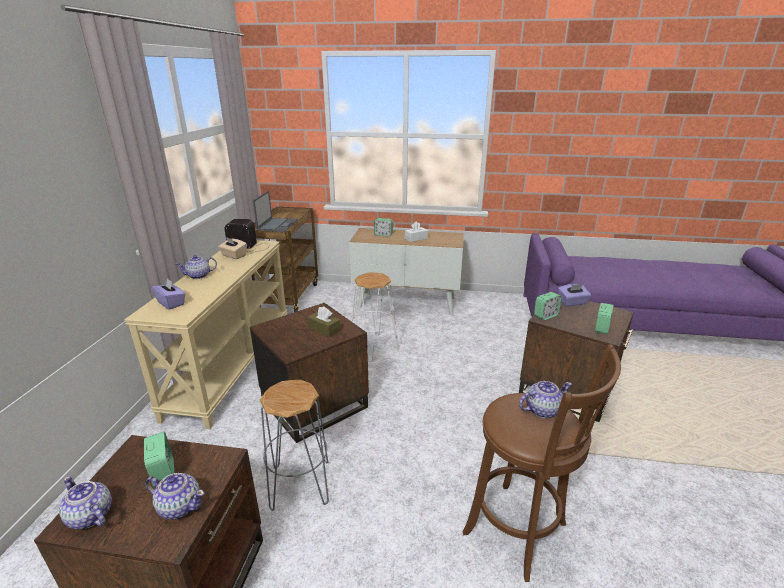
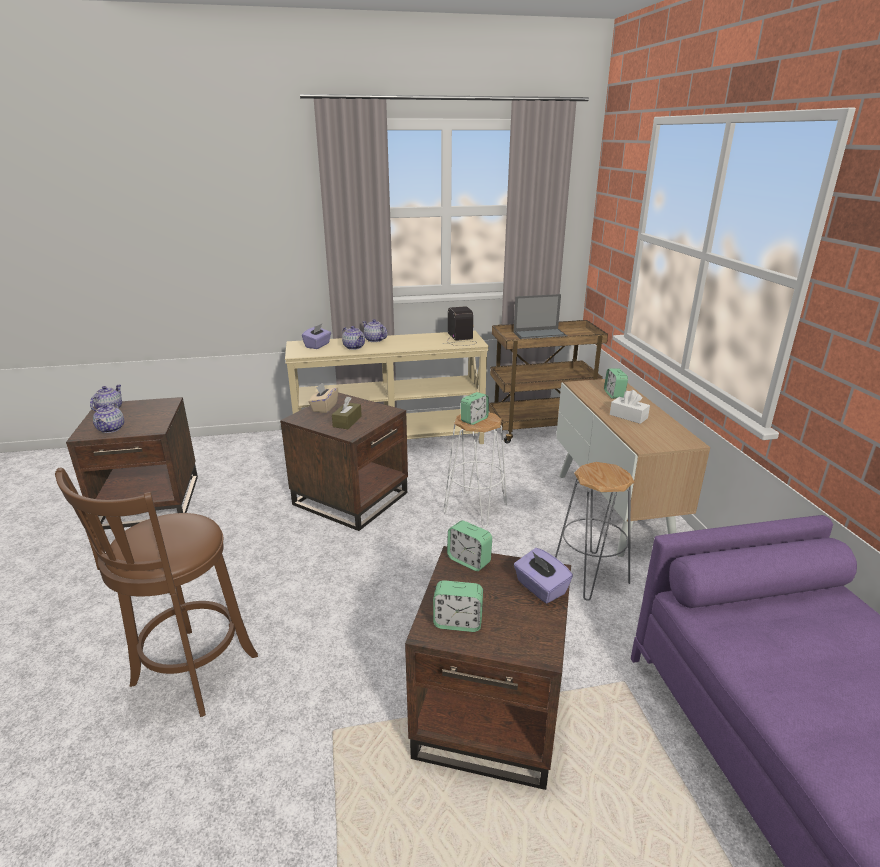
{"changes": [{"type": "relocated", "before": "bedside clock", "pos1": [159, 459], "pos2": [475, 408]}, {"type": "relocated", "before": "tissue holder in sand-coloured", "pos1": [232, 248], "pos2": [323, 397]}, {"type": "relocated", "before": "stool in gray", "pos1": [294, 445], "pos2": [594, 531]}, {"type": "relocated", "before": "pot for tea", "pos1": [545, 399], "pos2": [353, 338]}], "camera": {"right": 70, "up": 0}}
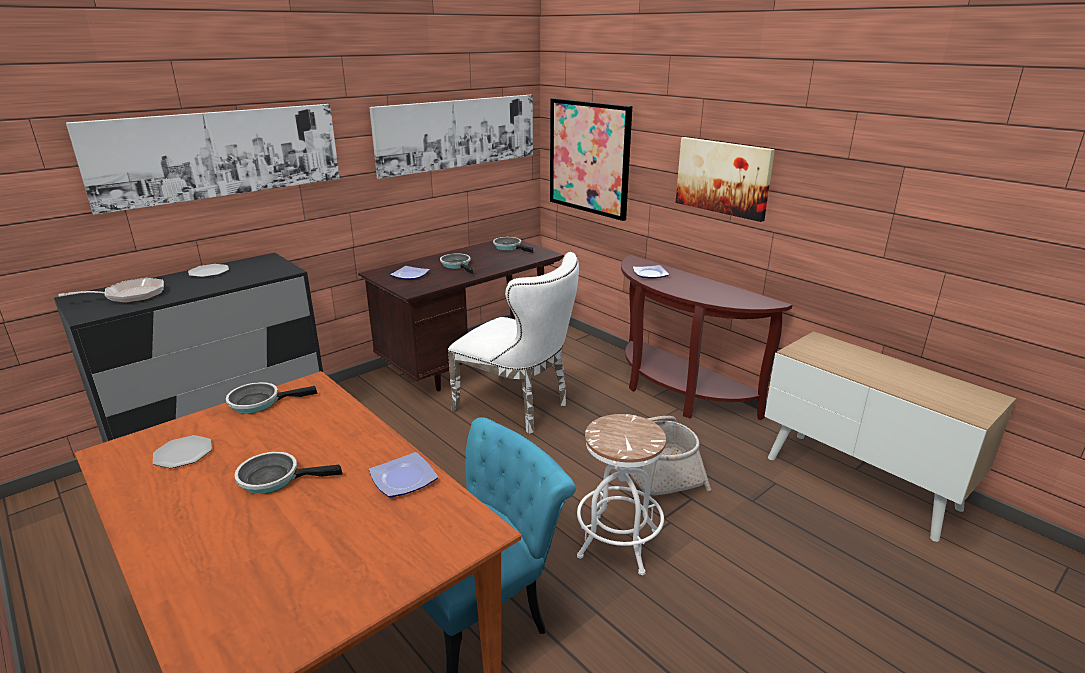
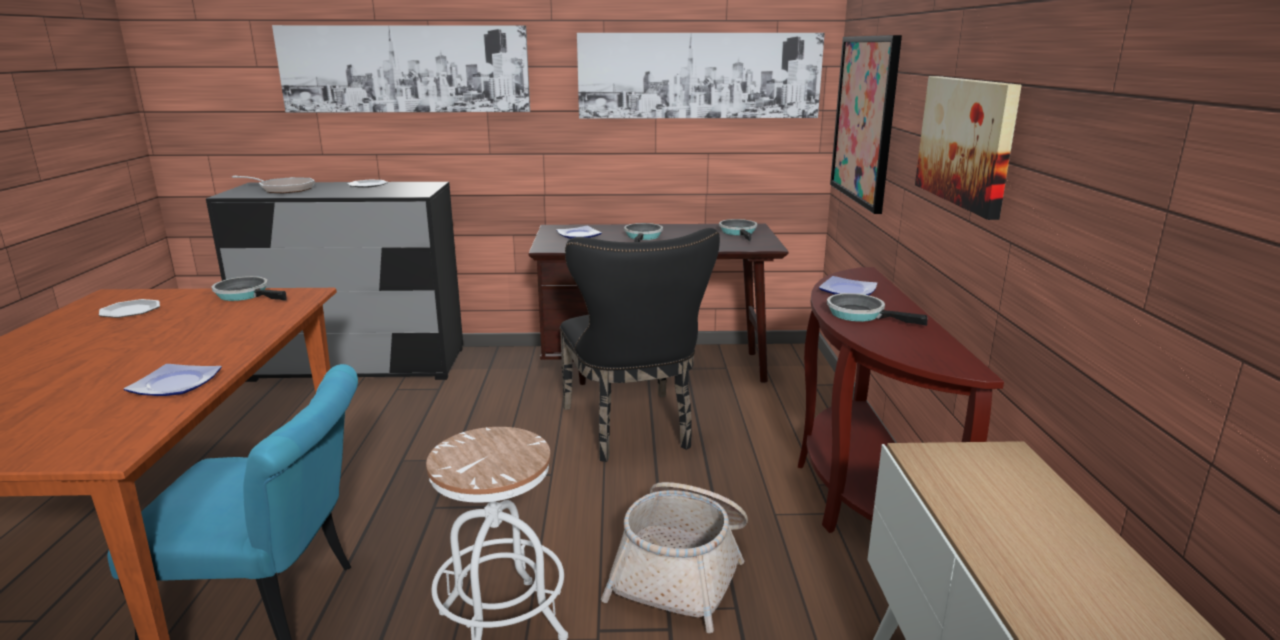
{"changes": [{"type": "relocated", "before": "pan", "pos1": [288, 473], "pos2": [877, 309]}, {"type": "colour", "before": "plain chair in white", "after": "plain chair in black", "pos1": [513, 343], "pos2": [640, 345]}], "camera": {"right": 40, "up": -5}}
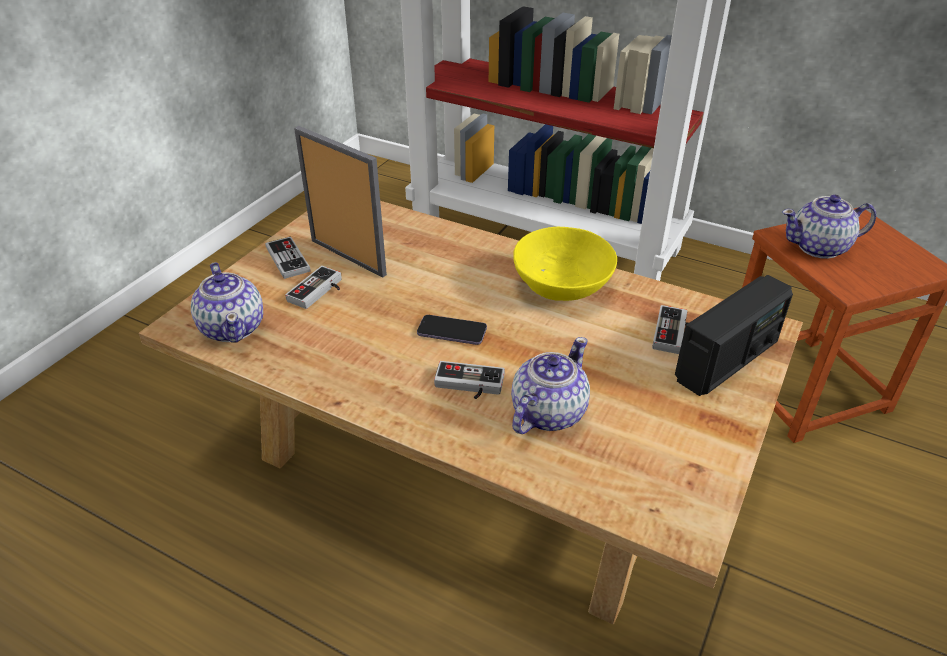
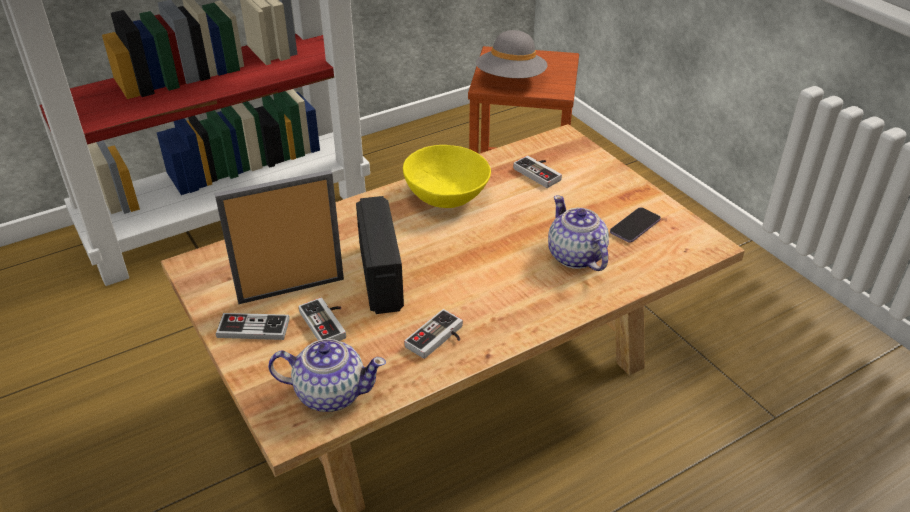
{"changes": [{"type": "relocated", "before": "phone", "pos1": [452, 330], "pos2": [635, 225]}, {"type": "relocated", "before": "joypad", "pos1": [469, 380], "pos2": [433, 334]}, {"type": "relocated", "before": "radio set", "pos1": [734, 335], "pos2": [380, 255]}, {"type": "exchanged", "before": "pot for tea", "after": "clothing hat in gray", "pos1": [829, 227], "pos2": [512, 54]}], "camera": {"right": -60, "up": 0}}
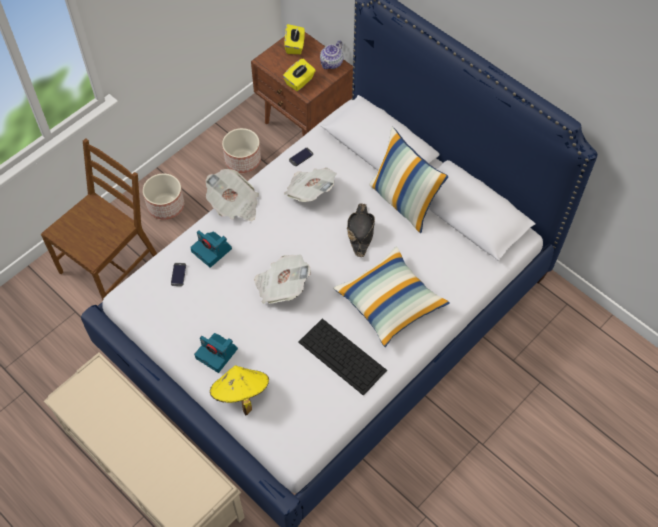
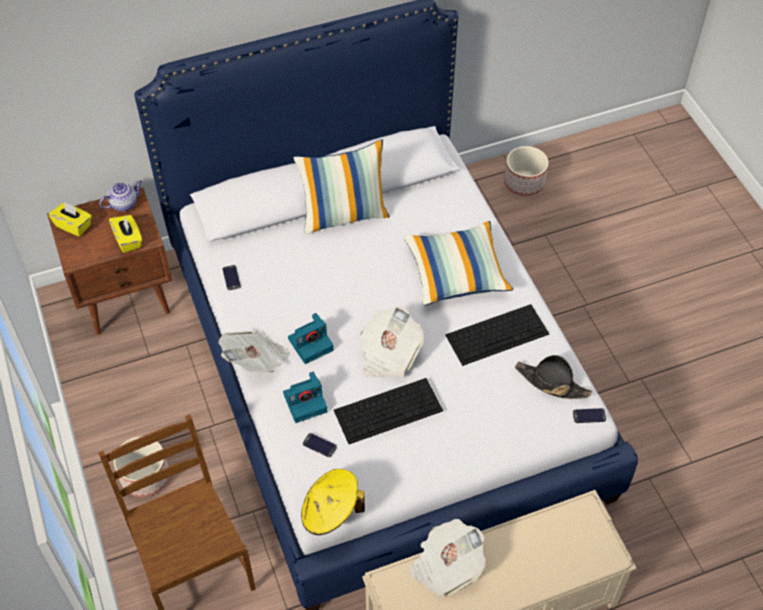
{"changes": [{"type": "appeared", "after": "computer keyboard", "pos2": [388, 411]}, {"type": "appeared", "after": "phone", "pos2": [589, 415]}, {"type": "relocated", "before": "still camera", "pos1": [216, 353], "pos2": [311, 338]}, {"type": "relocated", "before": "clothing hat in yellow-coloured", "pos1": [239, 390], "pos2": [333, 502]}, {"type": "relocated", "before": "flower pot", "pos1": [241, 150], "pos2": [526, 171]}, {"type": "relocated", "before": "daily paper", "pos1": [310, 185], "pos2": [447, 558]}, {"type": "relocated", "before": "clothing hat in black", "pos1": [361, 230], "pos2": [553, 377]}, {"type": "spun", "before": "pot for tea", "pos1": [332, 54], "pos2": [120, 196], "turn": -90}], "camera": {"right": -65, "up": -5}}
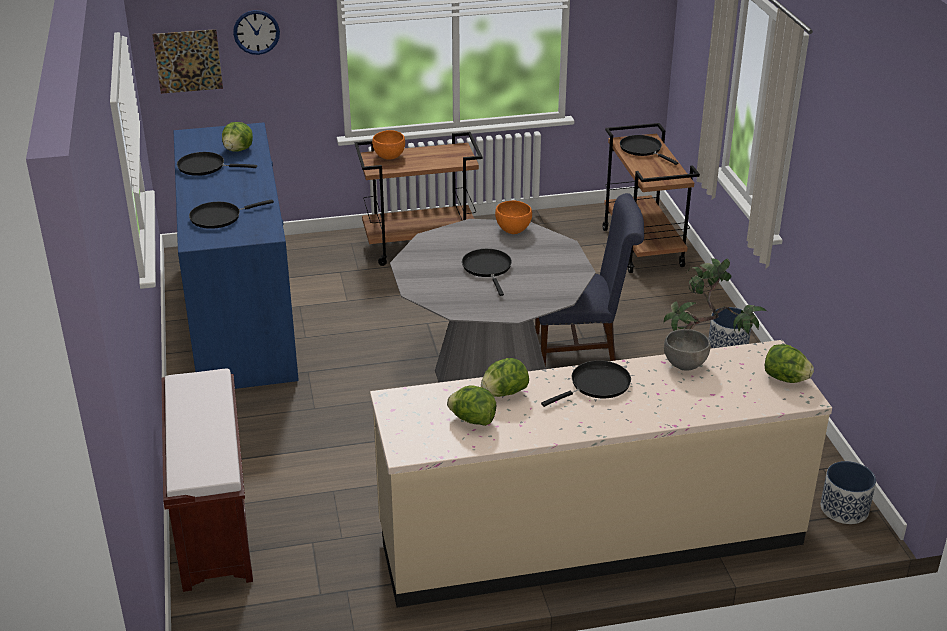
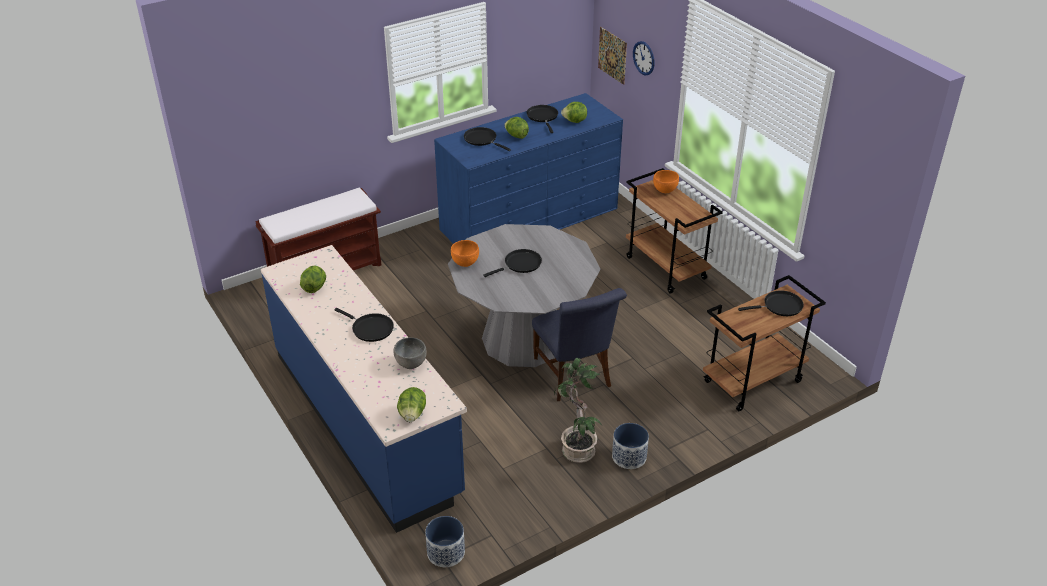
{"changes": [{"type": "relocated", "before": "lettuce head", "pos1": [505, 377], "pos2": [516, 128]}, {"type": "relocated", "before": "bowl in orange-coloured", "pos1": [513, 217], "pos2": [465, 253]}, {"type": "colour", "before": "kitchen counter in sand-coloured", "after": "kitchen counter in blue-coloured", "pos1": [601, 474], "pos2": [364, 389]}, {"type": "spun", "before": "pan in black", "pos1": [649, 150], "pos2": [771, 303], "turn": 45}], "camera": {"right": 70, "up": 5}}
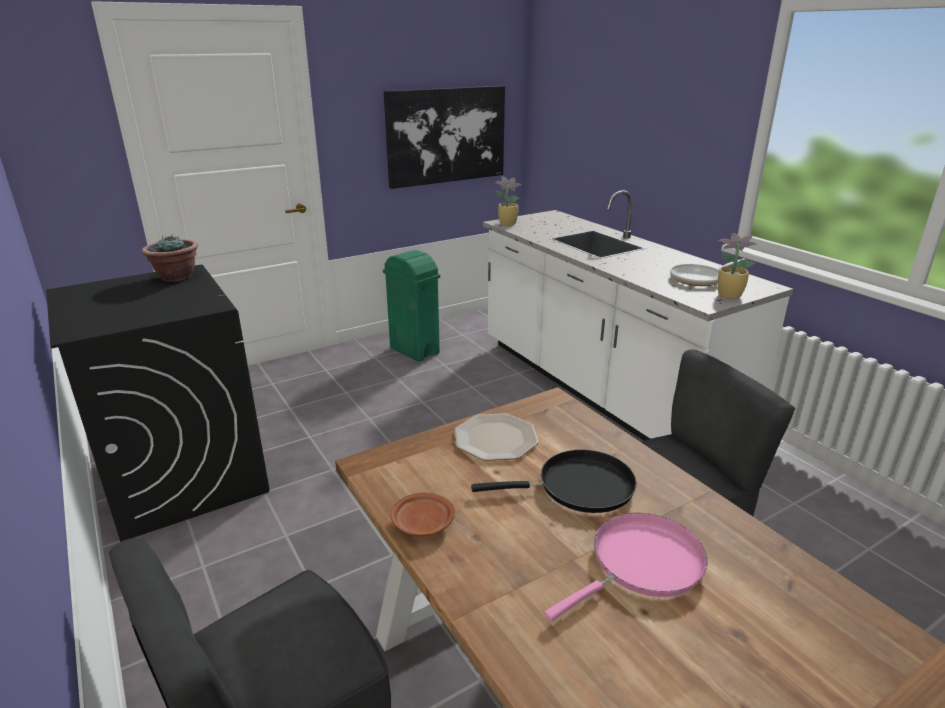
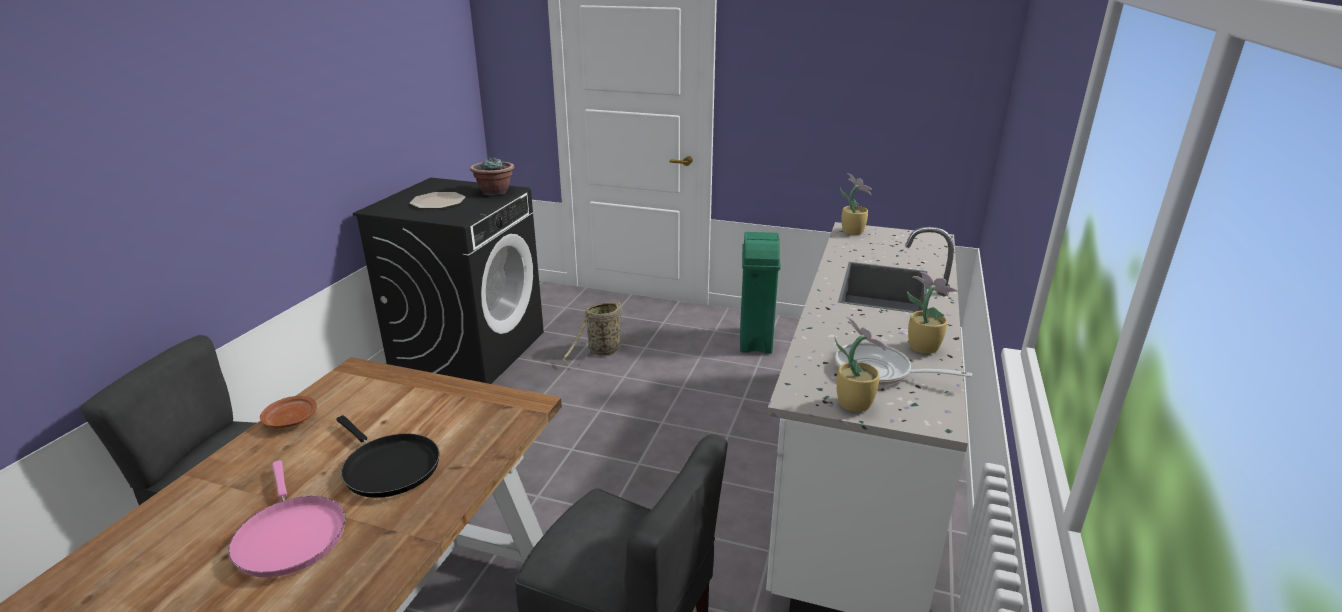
{"changes": [{"type": "missing", "before": "picture", "pos1": [444, 137]}, {"type": "appeared", "after": "storage basket", "pos2": [597, 333]}, {"type": "appeared", "after": "houseplant", "pos2": [933, 313]}, {"type": "relocated", "before": "dinner plate", "pos1": [496, 437], "pos2": [437, 200]}, {"type": "spun", "before": "pan in pinkish", "pos1": [626, 567], "pos2": [287, 518], "turn": 45}], "camera": {"right": 50, "up": 0}}
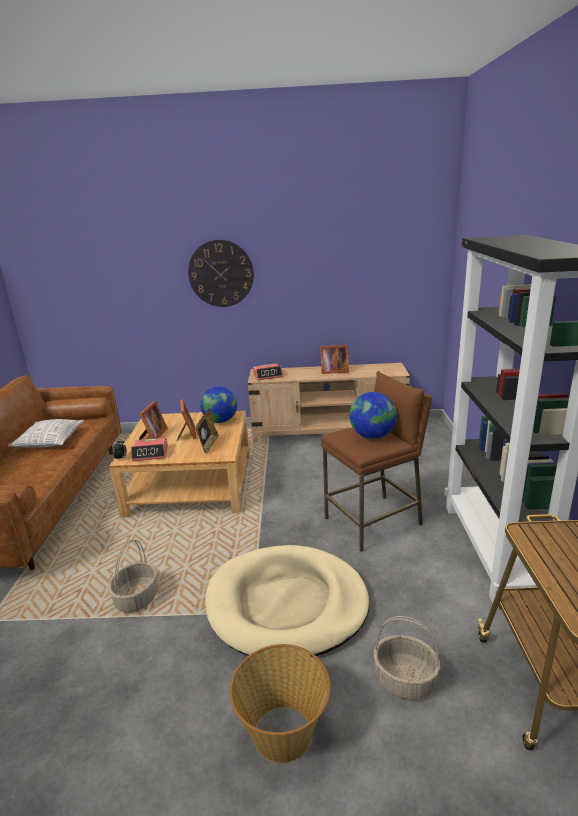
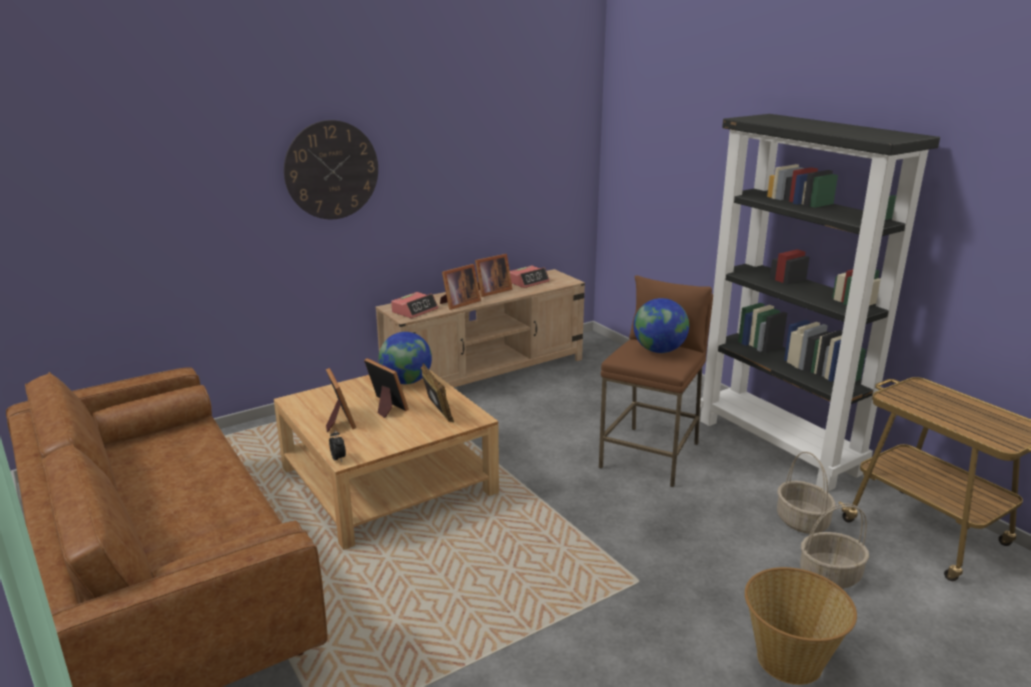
{"changes": [{"type": "missing", "before": "pillow", "pos1": [46, 433]}, {"type": "missing", "before": "dog cushion in sand-coloured", "pos1": [287, 600]}, {"type": "appeared", "after": "standing frame", "pos2": [460, 287]}, {"type": "relocated", "before": "storage basket", "pos1": [133, 576], "pos2": [806, 493]}, {"type": "relocated", "before": "bedside clock", "pos1": [149, 449], "pos2": [530, 277]}], "camera": {"right": -35, "up": 0}}
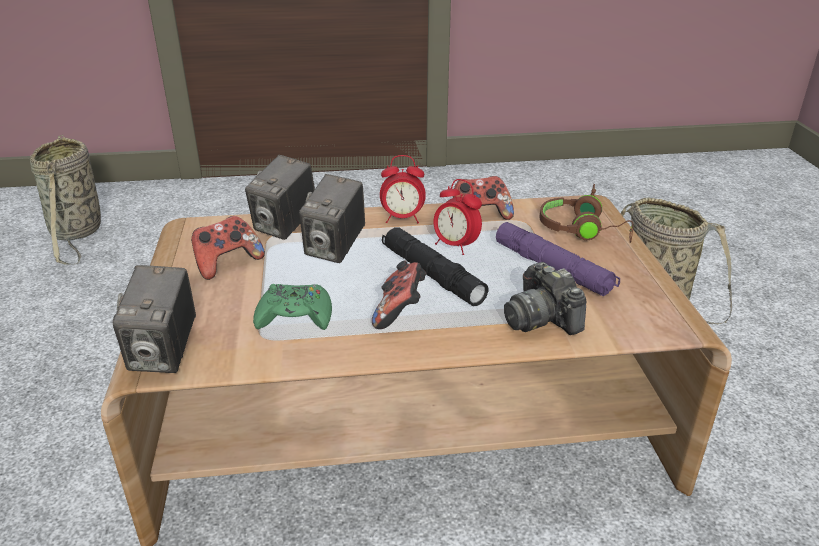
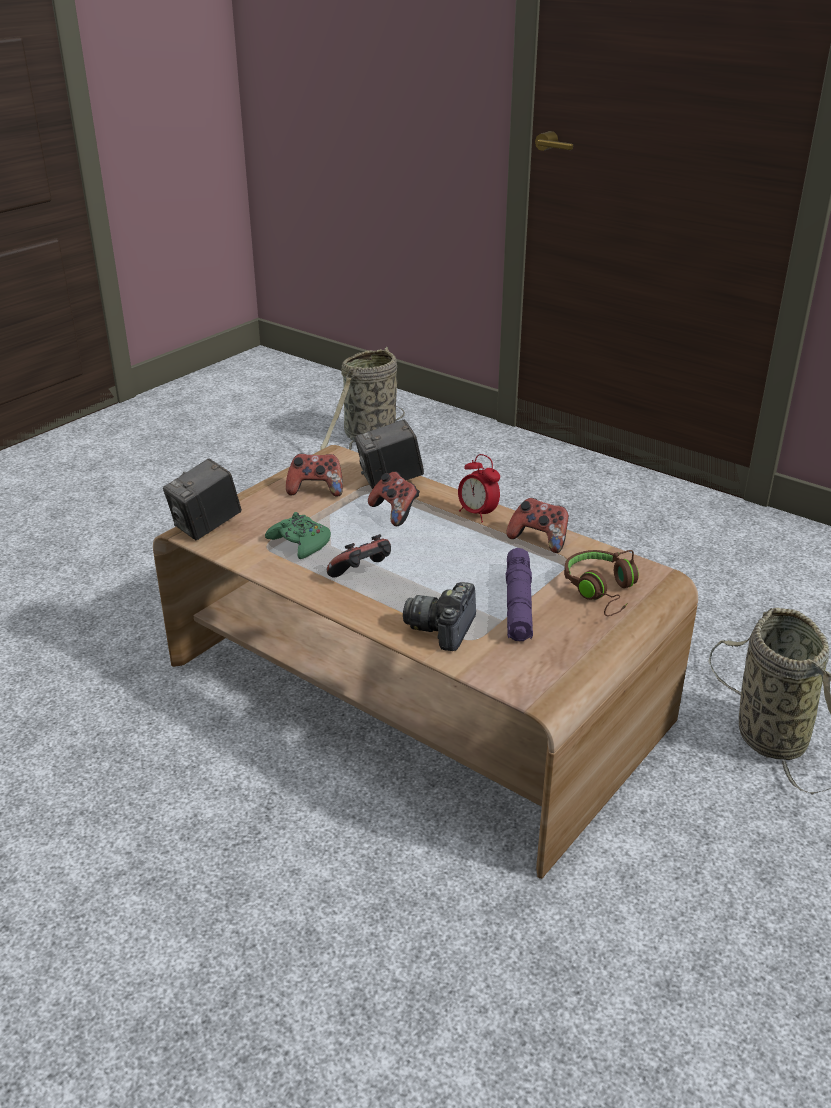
{"changes": [{"type": "missing", "before": "torch in black", "pos1": [435, 266]}, {"type": "missing", "before": "bedside clock", "pos1": [458, 217]}, {"type": "exchanged", "before": "still camera", "after": "joypad", "pos1": [332, 218], "pos2": [394, 499]}], "camera": {"right": 45, "up": 0}}
